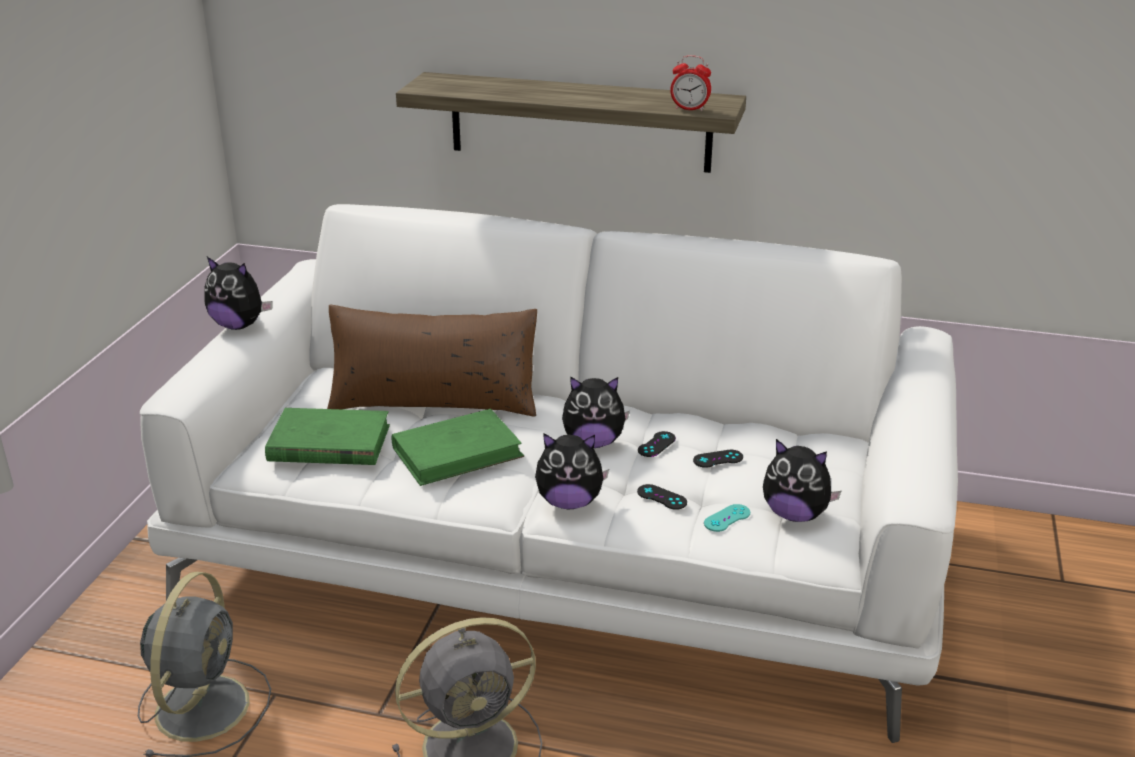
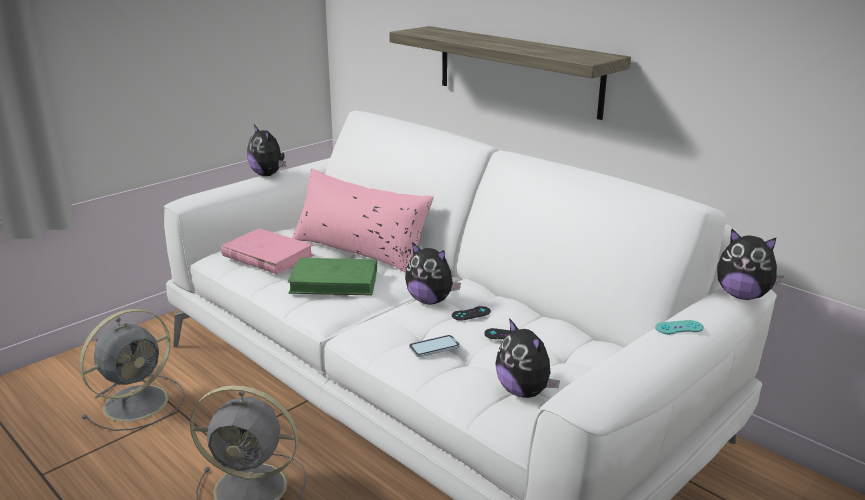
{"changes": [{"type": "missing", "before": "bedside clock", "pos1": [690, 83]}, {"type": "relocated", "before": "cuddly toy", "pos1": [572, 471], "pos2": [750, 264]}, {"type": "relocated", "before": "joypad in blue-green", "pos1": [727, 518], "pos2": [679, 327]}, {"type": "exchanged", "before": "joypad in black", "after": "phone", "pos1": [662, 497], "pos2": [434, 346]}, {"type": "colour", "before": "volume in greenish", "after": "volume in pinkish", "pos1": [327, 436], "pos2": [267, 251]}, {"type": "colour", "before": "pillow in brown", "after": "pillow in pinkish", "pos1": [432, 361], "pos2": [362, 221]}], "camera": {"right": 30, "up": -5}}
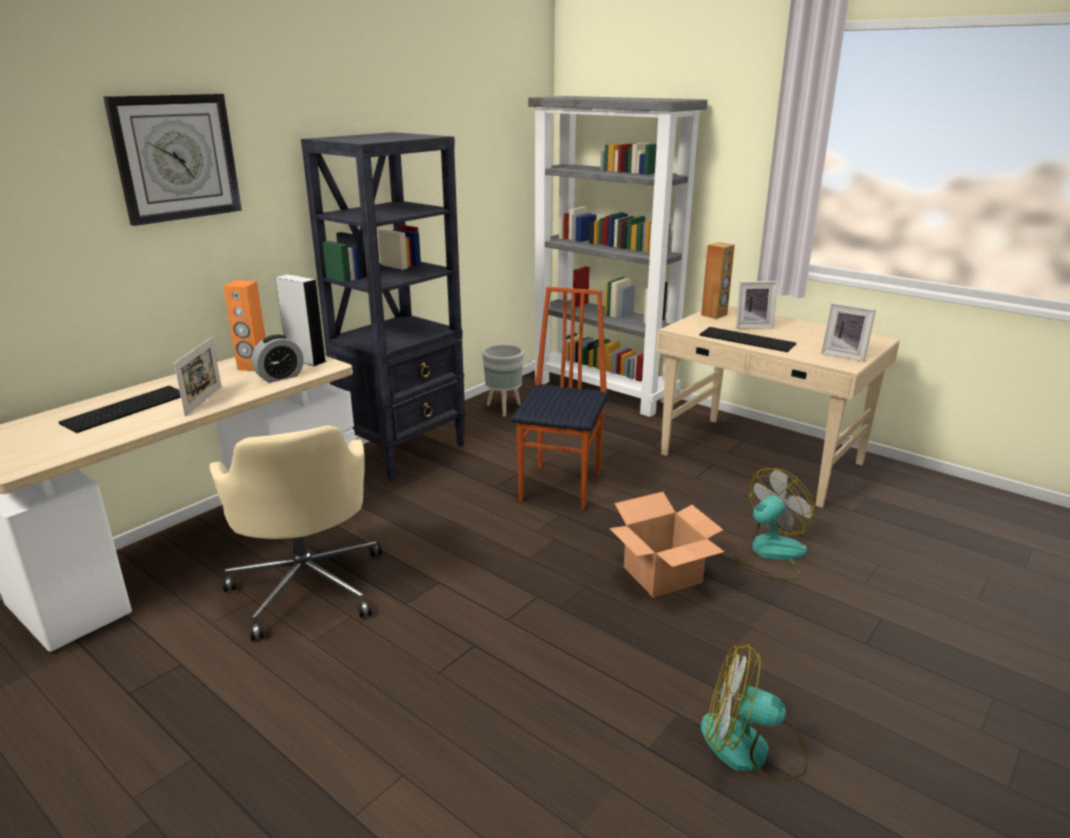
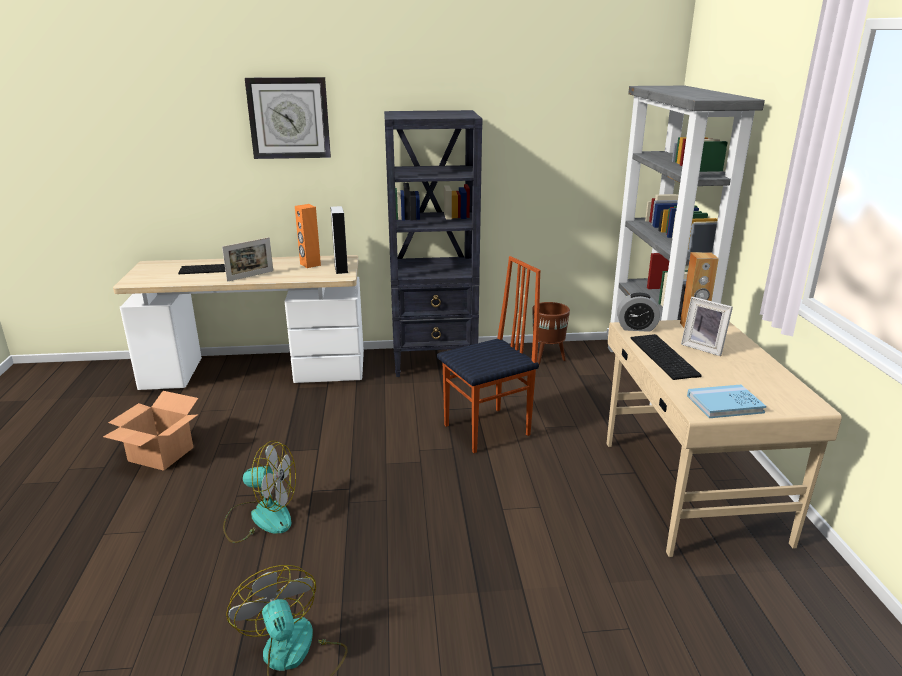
{"changes": [{"type": "missing", "before": "office chair in sand-coloured", "pos1": [296, 533]}, {"type": "relocated", "before": "bedside clock", "pos1": [277, 358], "pos2": [638, 312]}, {"type": "relocated", "before": "carton", "pos1": [667, 545], "pos2": [150, 431]}, {"type": "relocated", "before": "fan", "pos1": [774, 524], "pos2": [259, 492]}, {"type": "exchanged", "before": "standing frame", "after": "volume in blue-coloured", "pos1": [848, 332], "pos2": [726, 401]}, {"type": "colour", "before": "flower pot in gray", "after": "flower pot in brown", "pos1": [503, 380], "pos2": [551, 333]}], "camera": {"right": 45, "up": 0}}
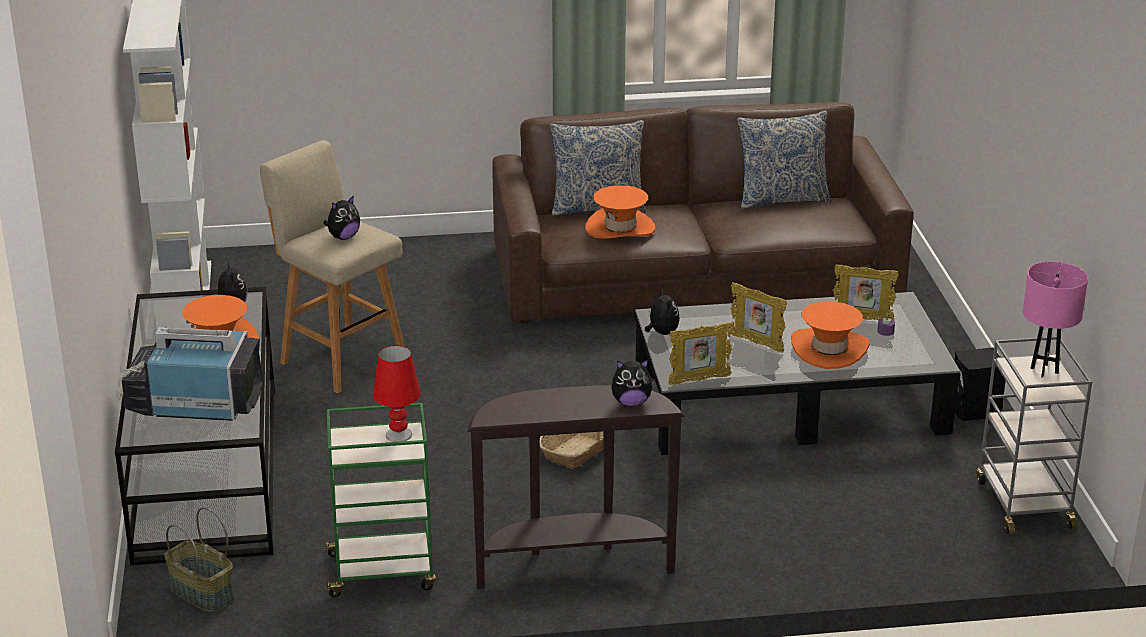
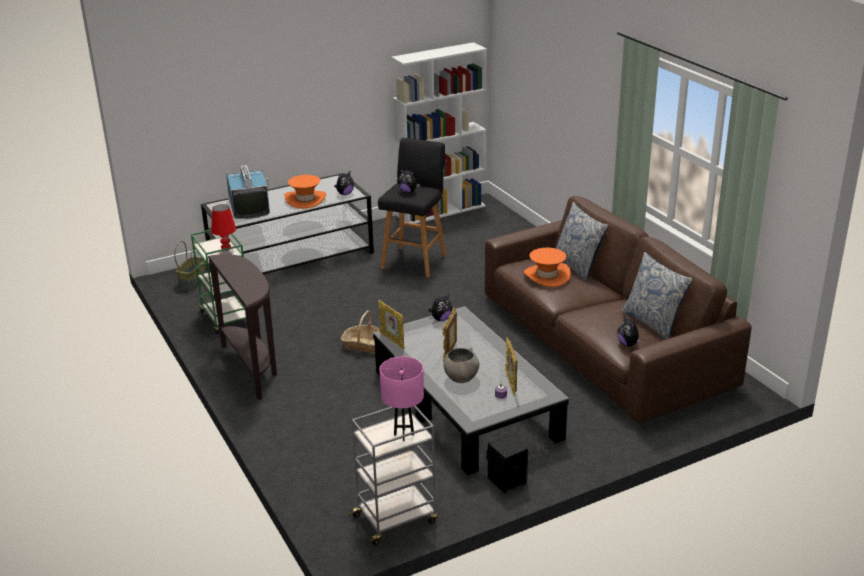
{"changes": [{"type": "relocated", "before": "cuddly toy", "pos1": [632, 382], "pos2": [629, 331]}, {"type": "exchanged", "before": "clothing hat in orange-coloured", "after": "bowl in gray", "pos1": [830, 335], "pos2": [461, 365]}, {"type": "colour", "before": "stool in sand-coloured", "after": "stool in black", "pos1": [332, 267], "pos2": [412, 207]}], "camera": {"right": 70, "up": 0}}
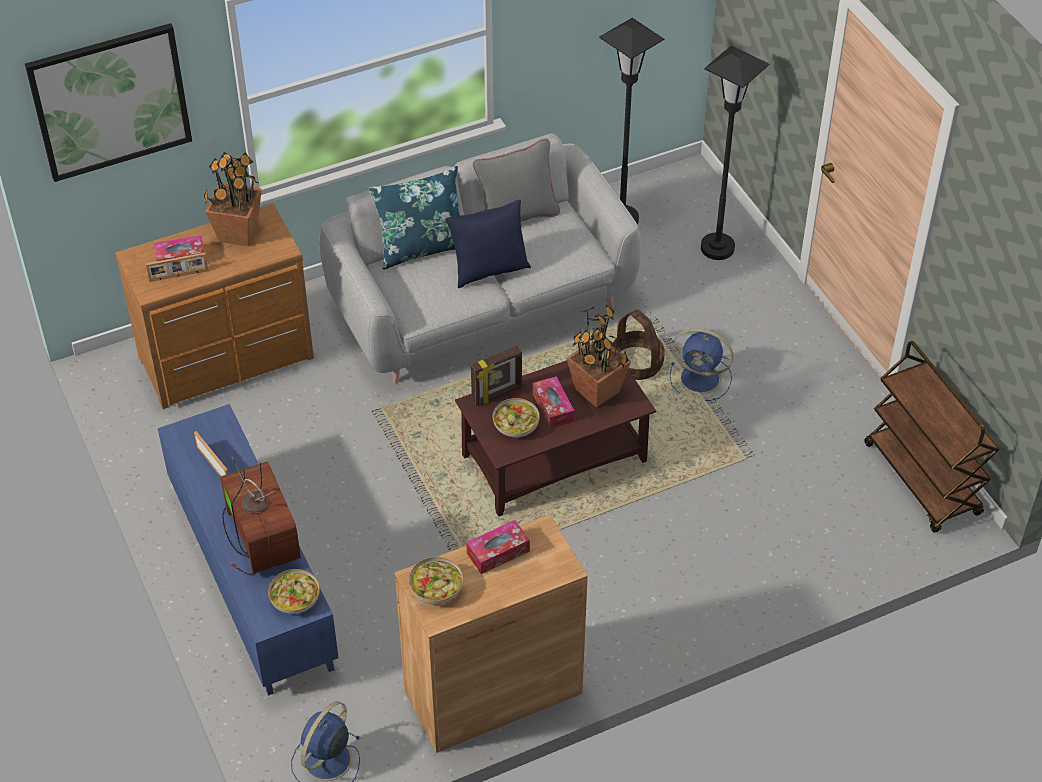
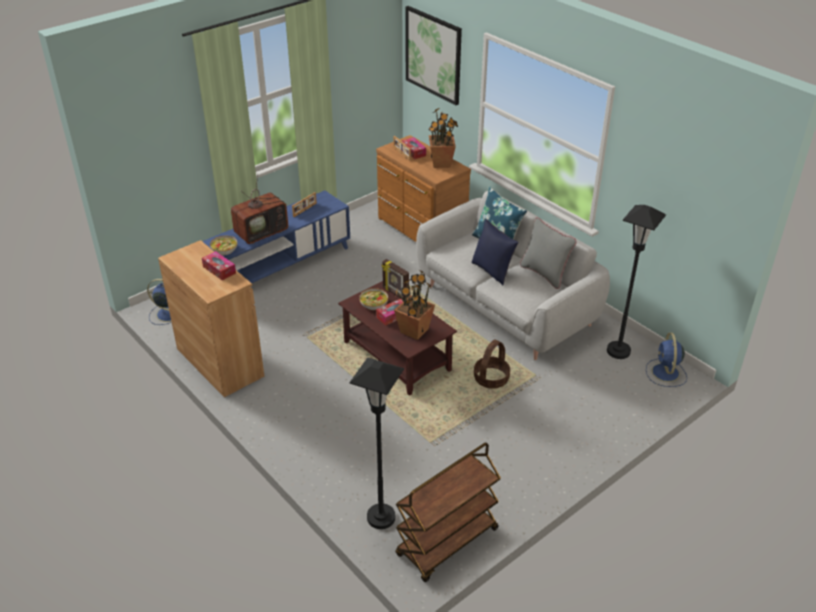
{"changes": [{"type": "missing", "before": "bowl", "pos1": [436, 581]}, {"type": "relocated", "before": "fan in blue-coloured", "pos1": [702, 364], "pos2": [666, 360]}, {"type": "relocated", "before": "standing lamp in black", "pos1": [735, 152], "pos2": [376, 443]}], "camera": {"right": 75, "up": -10}}
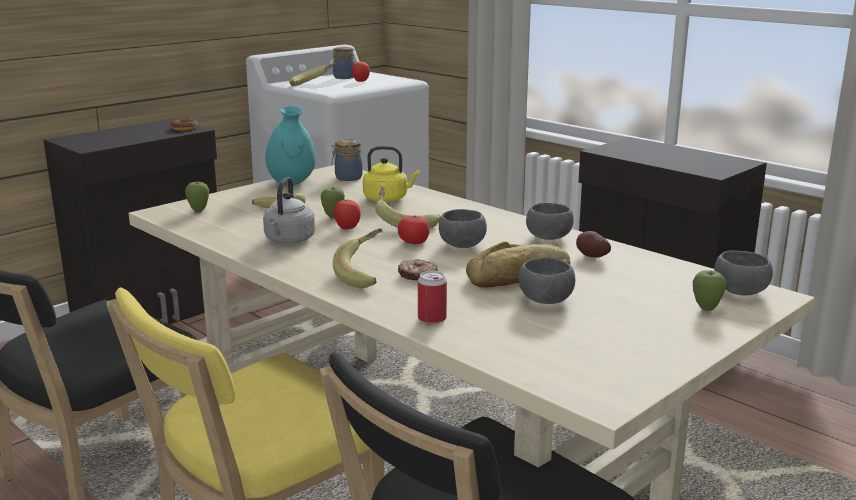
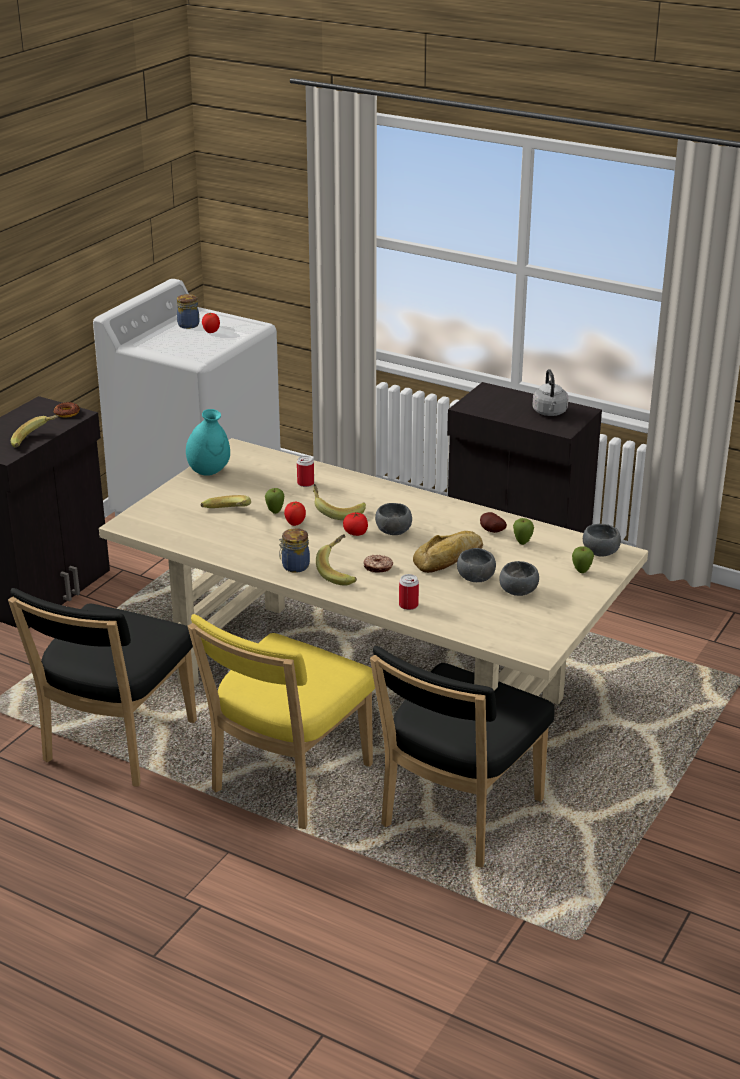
{"changes": [{"type": "relocated", "before": "apple fruit", "pos1": [197, 197], "pos2": [523, 531]}, {"type": "relocated", "before": "kettle in gray", "pos1": [289, 210], "pos2": [550, 392]}, {"type": "relocated", "before": "banana", "pos1": [312, 74], "pos2": [35, 431]}, {"type": "relocated", "before": "preserve jar", "pos1": [347, 160], "pos2": [294, 550]}, {"type": "relocated", "before": "bowl in gray", "pos1": [549, 221], "pos2": [519, 578]}, {"type": "exchanged", "before": "kettle in yellow-coloured", "after": "sealed can", "pos1": [391, 174], "pos2": [305, 471]}], "camera": {"right": -15, "up": 10}}
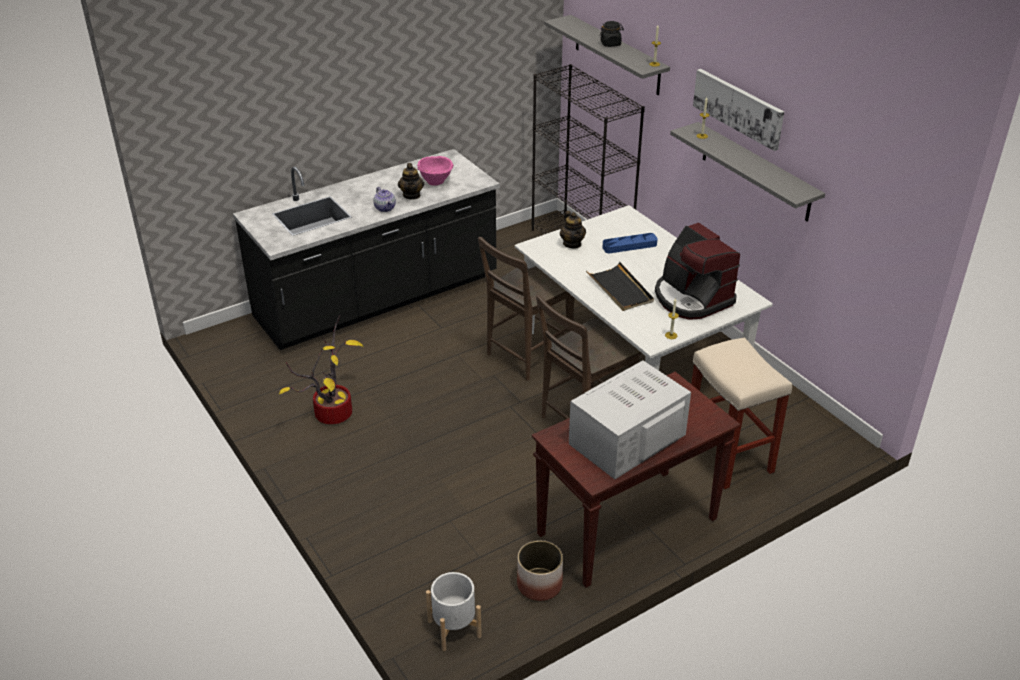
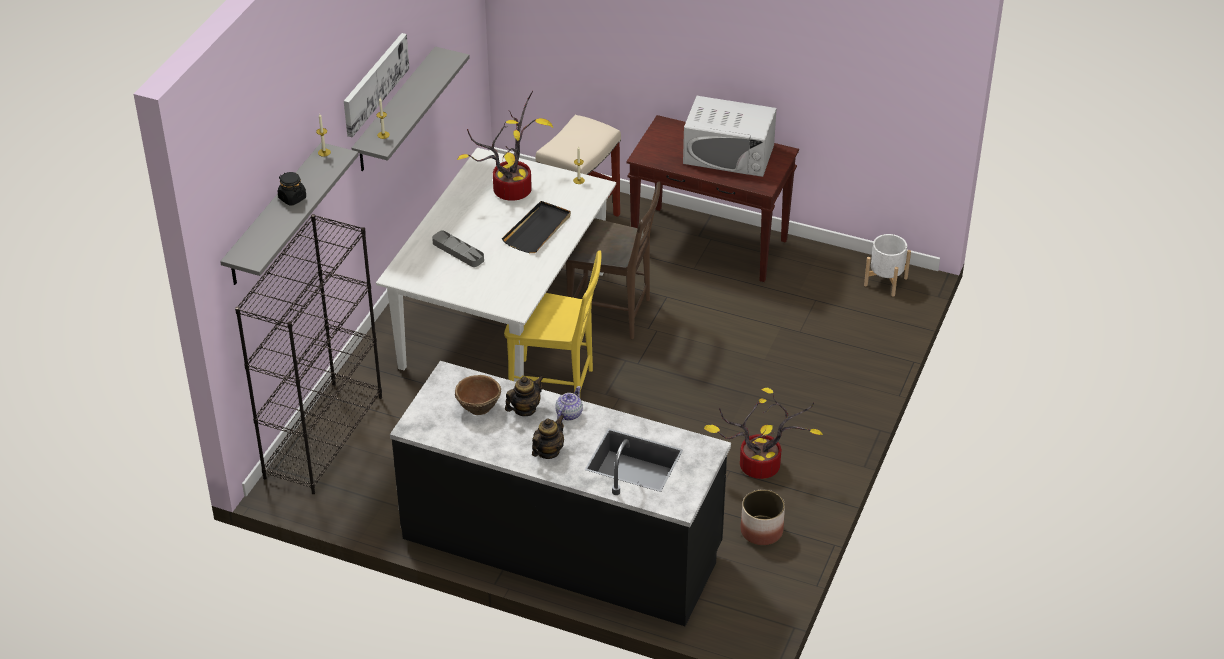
{"changes": [{"type": "relocated", "before": "flower pot", "pos1": [540, 570], "pos2": [763, 517]}, {"type": "relocated", "before": "pot for tea", "pos1": [573, 230], "pos2": [548, 437]}, {"type": "exchanged", "before": "coffee machine", "after": "houseplant", "pos1": [697, 271], "pos2": [505, 146]}, {"type": "colour", "before": "bowl in pinkish", "after": "bowl in brown", "pos1": [435, 171], "pos2": [478, 395]}, {"type": "colour", "before": "plain chair in brown", "after": "plain chair in yellow-coloured", "pos1": [526, 309], "pos2": [552, 322]}, {"type": "colour", "before": "serving tray in blue-coloured", "after": "serving tray in gray", "pos1": [630, 243], "pos2": [458, 249]}], "camera": {"right": -125, "up": 5}}
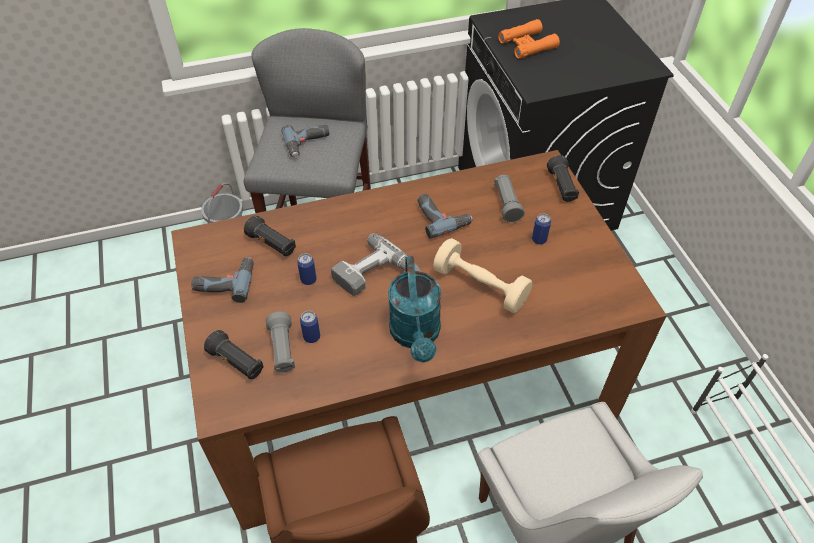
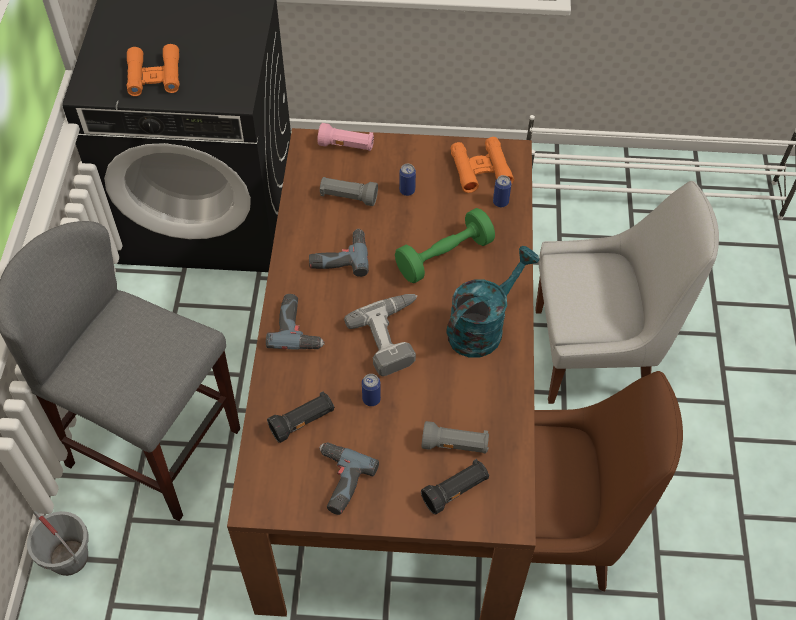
{"changes": [{"type": "appeared", "after": "field glasses in orange-coloured", "pos2": [482, 165]}, {"type": "relocated", "before": "electric drill", "pos1": [305, 141], "pos2": [295, 322]}, {"type": "relocated", "before": "sealed can", "pos1": [310, 327], "pos2": [502, 191]}, {"type": "colour", "before": "free weight in sand-coloured", "after": "free weight in greenish", "pos1": [482, 275], "pos2": [445, 245]}, {"type": "colour", "before": "torch in black", "after": "torch in pinkish", "pos1": [563, 178], "pos2": [345, 137]}, {"type": "spun", "before": "watering can in blue-green", "pos1": [415, 309], "pos2": [492, 302], "turn": -60}], "camera": {"right": -70, "up": 5}}
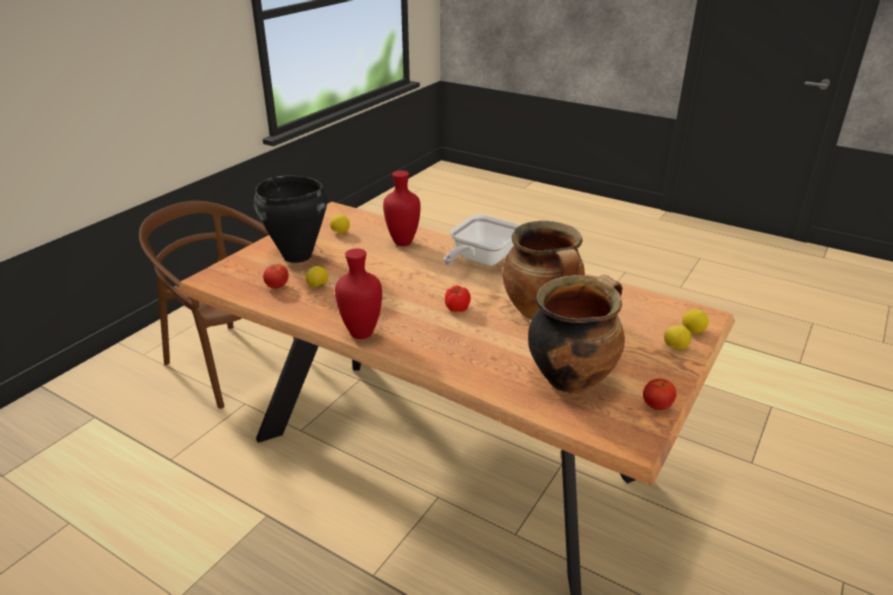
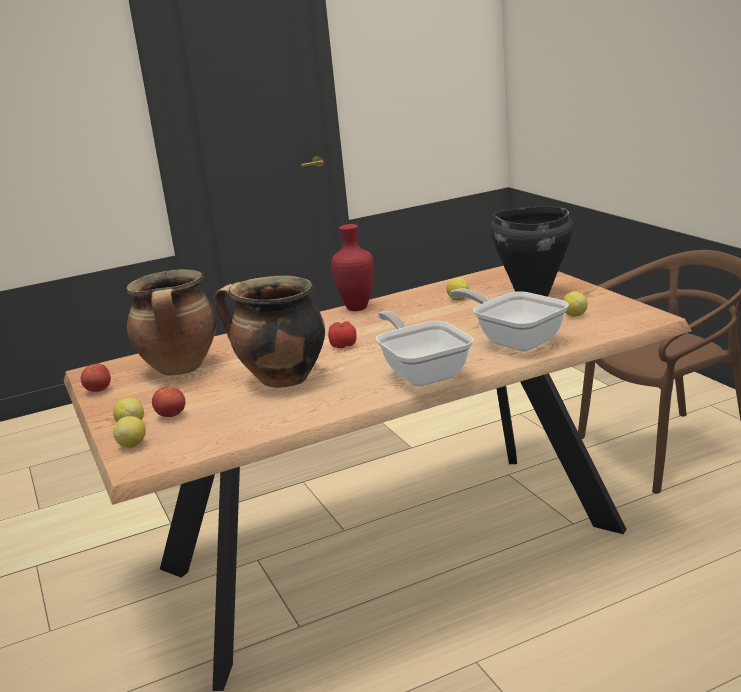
{"changes": [{"type": "relocated", "before": "tomato", "pos1": [276, 276], "pos2": [168, 402]}, {"type": "exchanged", "before": "flower vase in red-coloured", "after": "pan", "pos1": [402, 208], "pos2": [509, 320]}], "camera": {"right": 125, "up": -10}}
